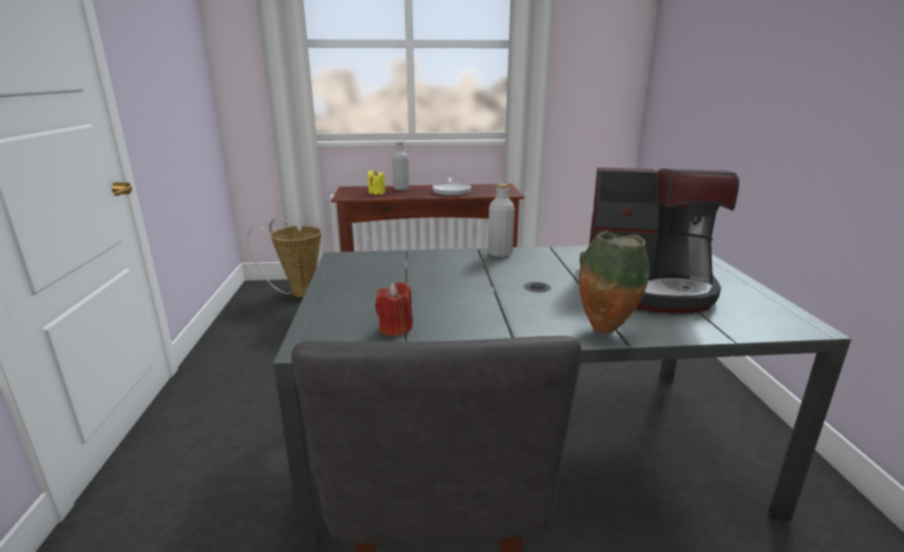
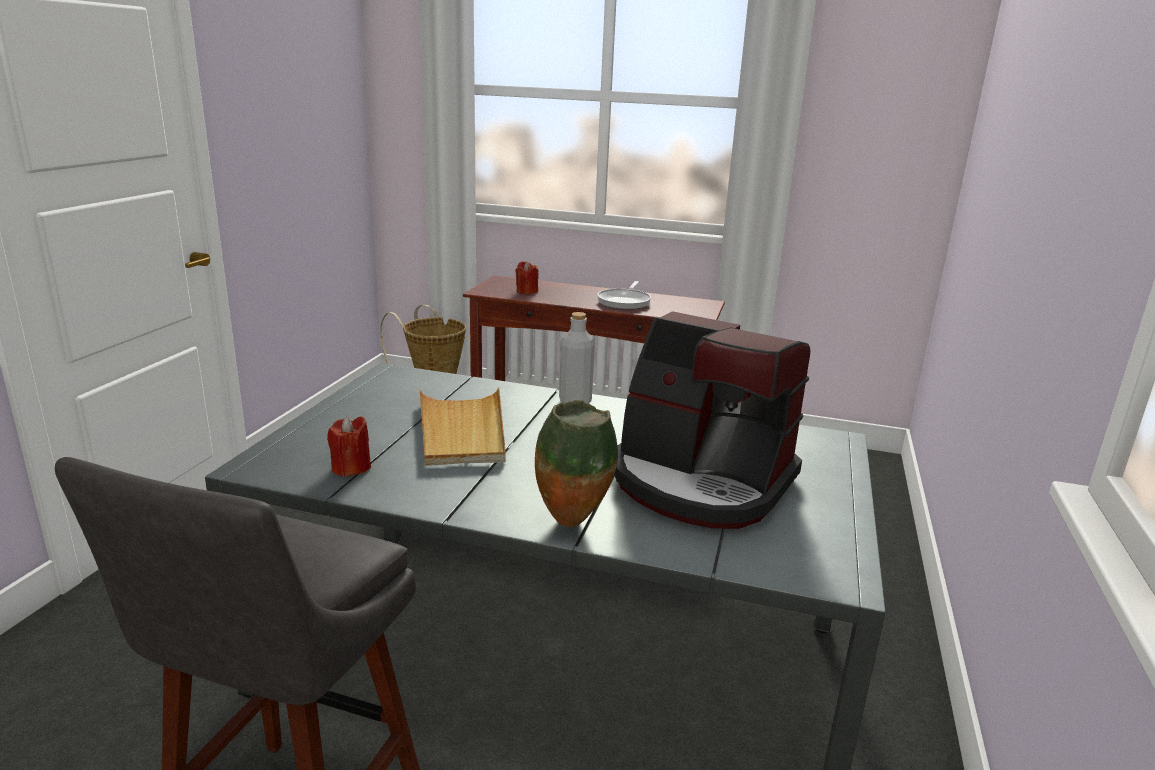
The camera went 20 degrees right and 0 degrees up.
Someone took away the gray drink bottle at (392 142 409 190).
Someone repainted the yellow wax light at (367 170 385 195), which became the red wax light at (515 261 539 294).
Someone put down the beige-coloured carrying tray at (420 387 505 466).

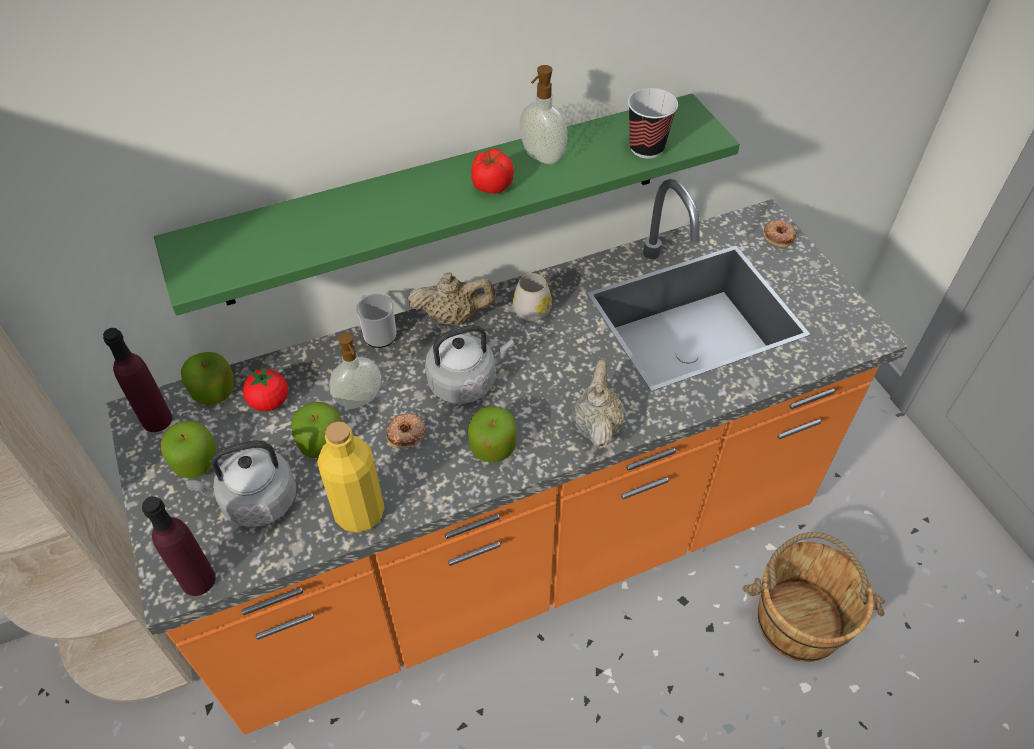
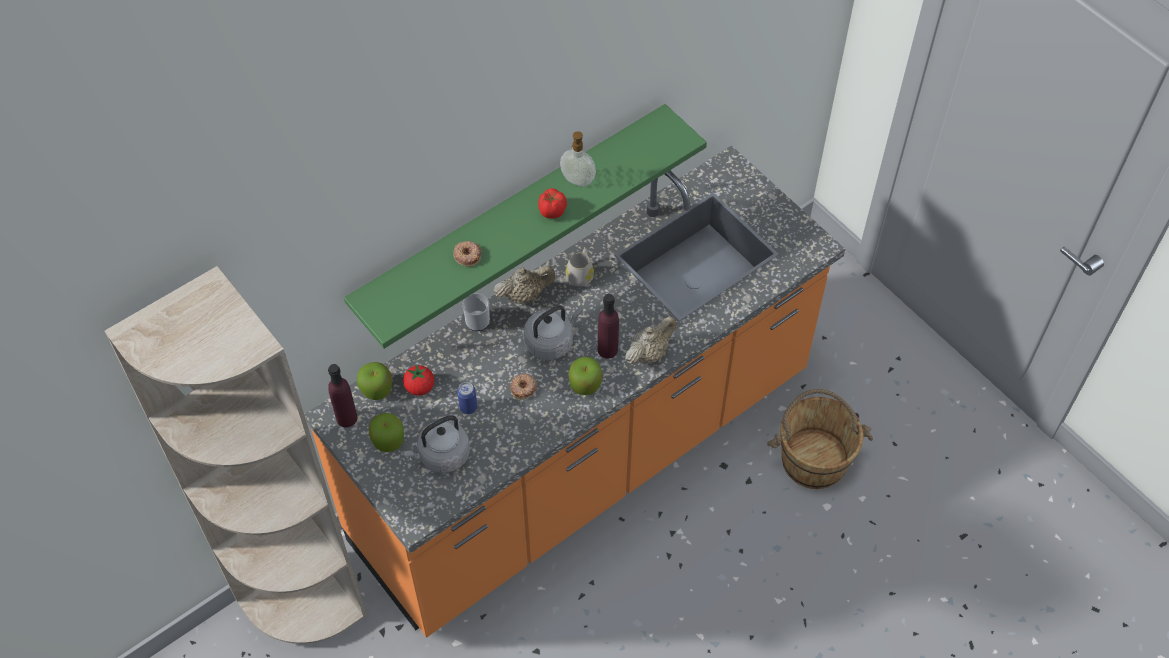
The camera went 15 degrees left and 5 degrees up.
Someone took away the small cup at (628 88 678 159).
Someone carried the doughnut from (763 220 797 248) to (453 241 481 267).
Someone took away the soap dispenser at (329 333 381 409).
Someone rotated the beige-coloured teapot at (572 359 624 449) by 60 degrees clockwise.
Someone swapped the whole apple at (292 402 341 458) for the can at (457 382 477 414).
Someone took away the yellow drink bottle at (317 421 385 533).
Someone carried the purple drink bottle from (142 496 216 596) to (598 294 619 359).

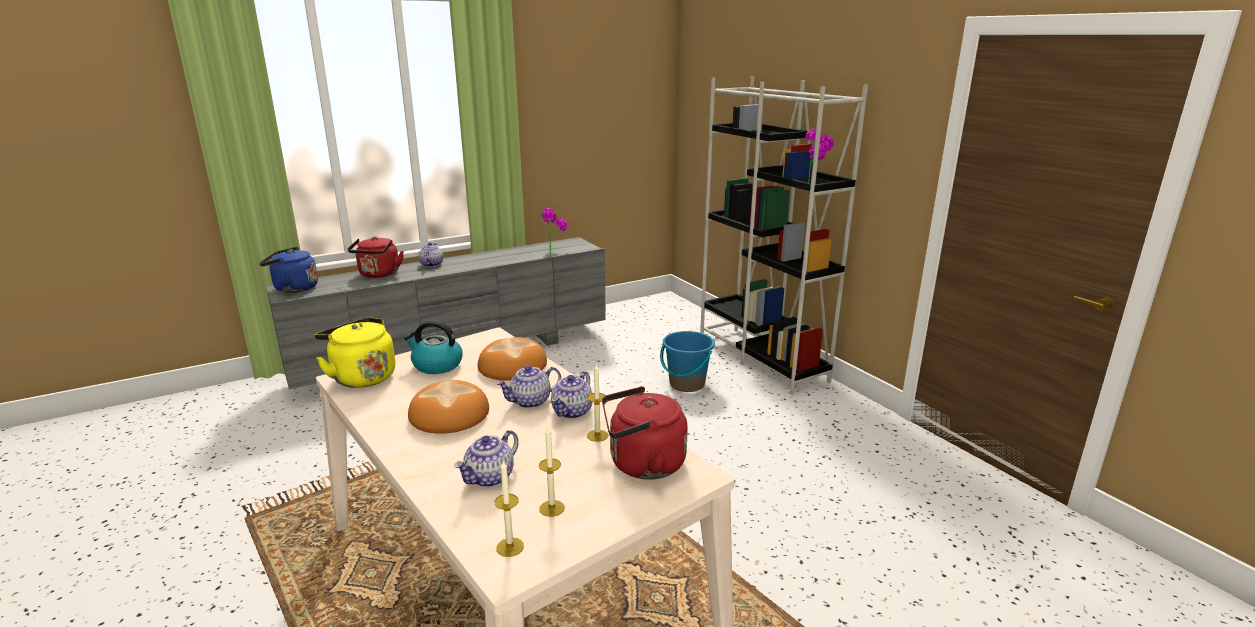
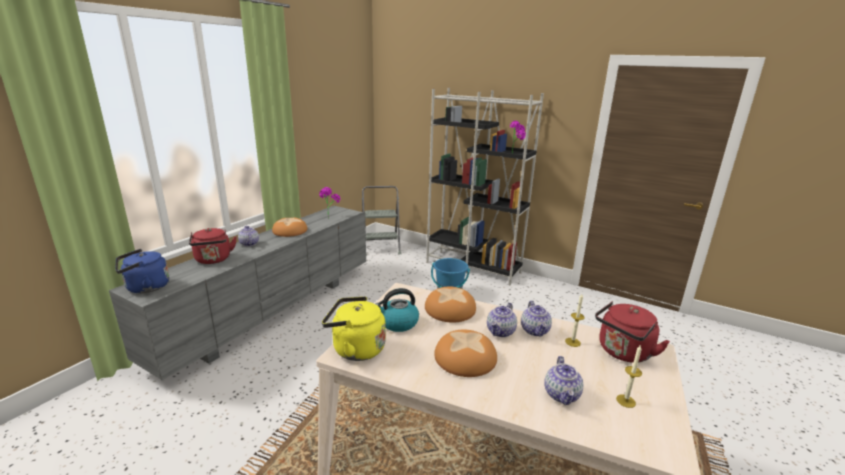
The camera went 30 degrees left and 0 degrees up.
Someone took away the wax light at (494 461 524 557).
Someone put down the gray step stool at (362 186 401 256).
Someone put down the bread at (272 218 307 237).

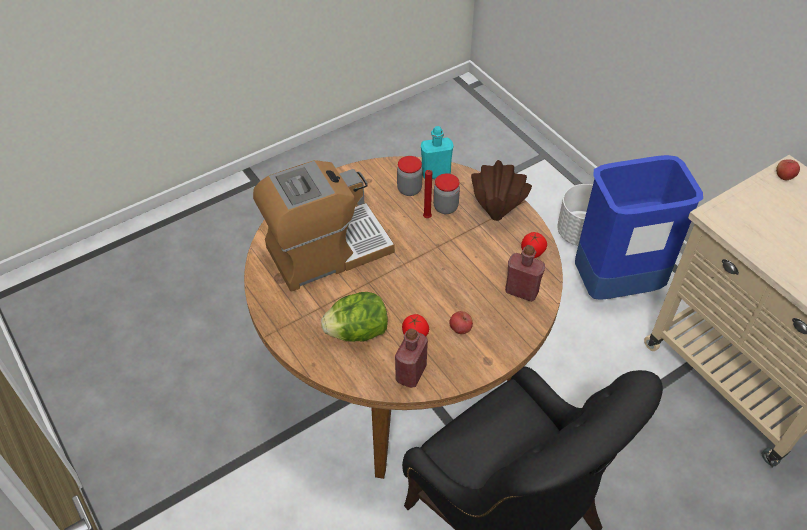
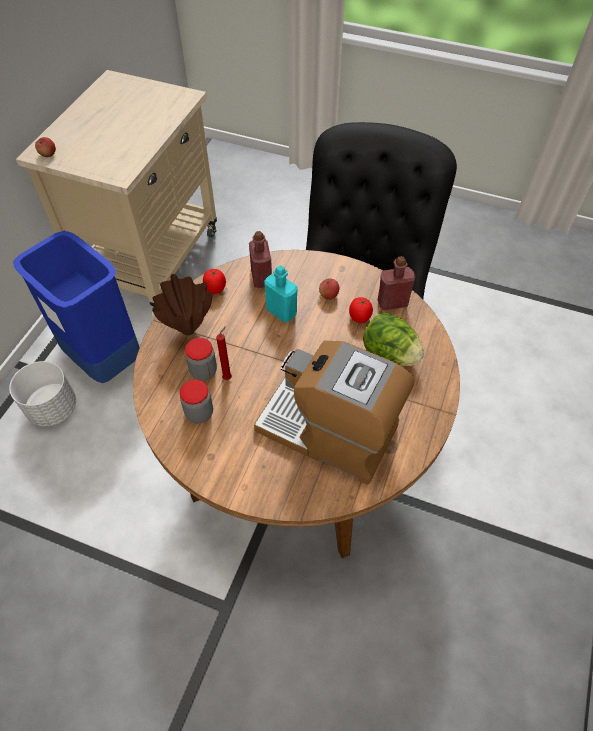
The camera went 125 degrees left and 5 degrees up.
Someone carried the turquoise drink bottle from (421 126 453 179) to (264 265 297 322).

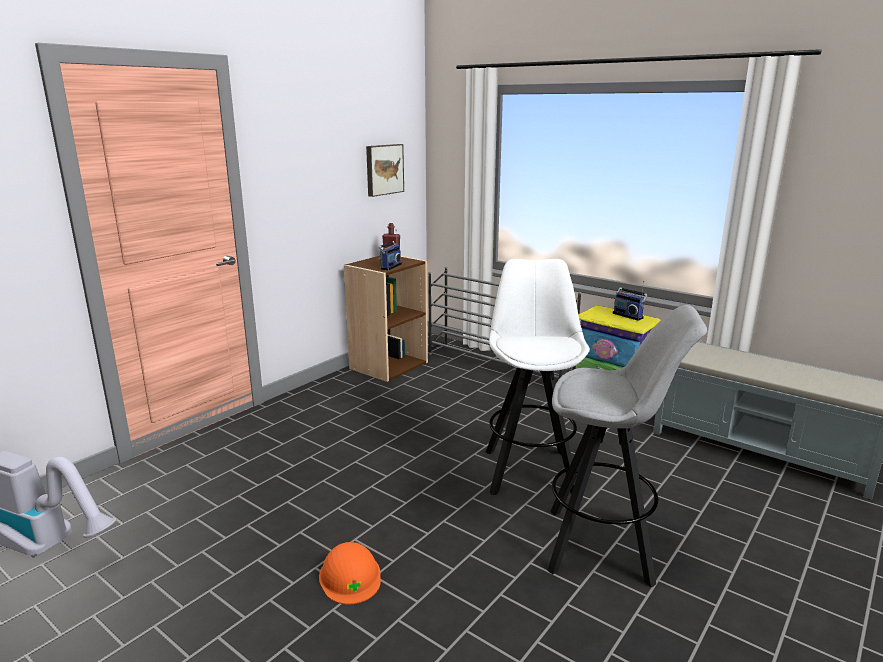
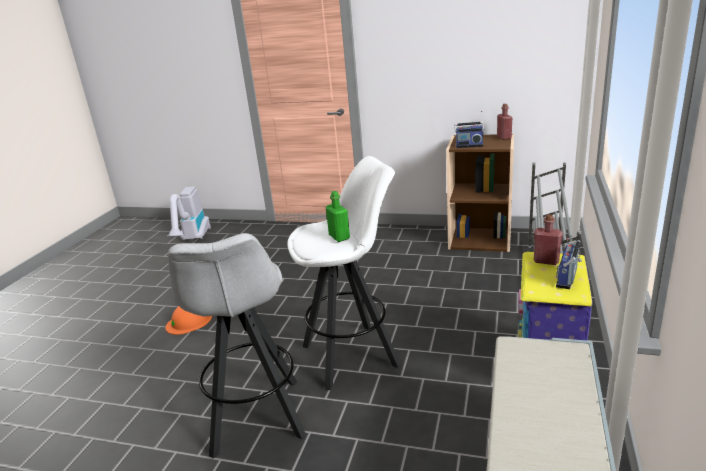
The camera went 70 degrees right and 5 degrees up.
Someone took away the wall picture at (366 144 404 197).
Someone put down the greenish drink bottle at (326 191 350 242).
Someone put down the red drink bottle at (534 214 563 265).

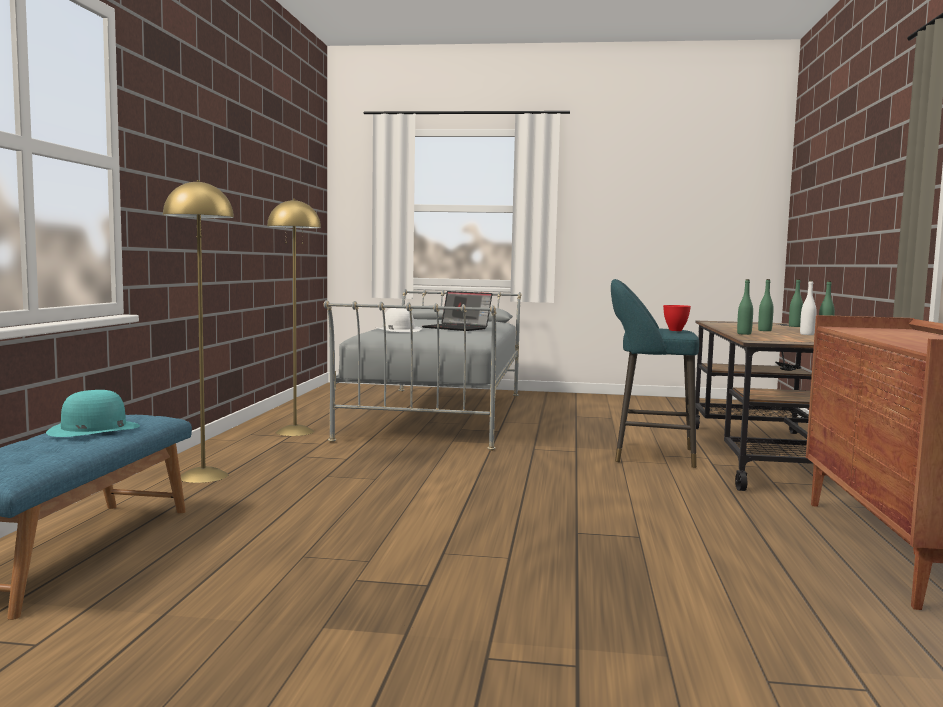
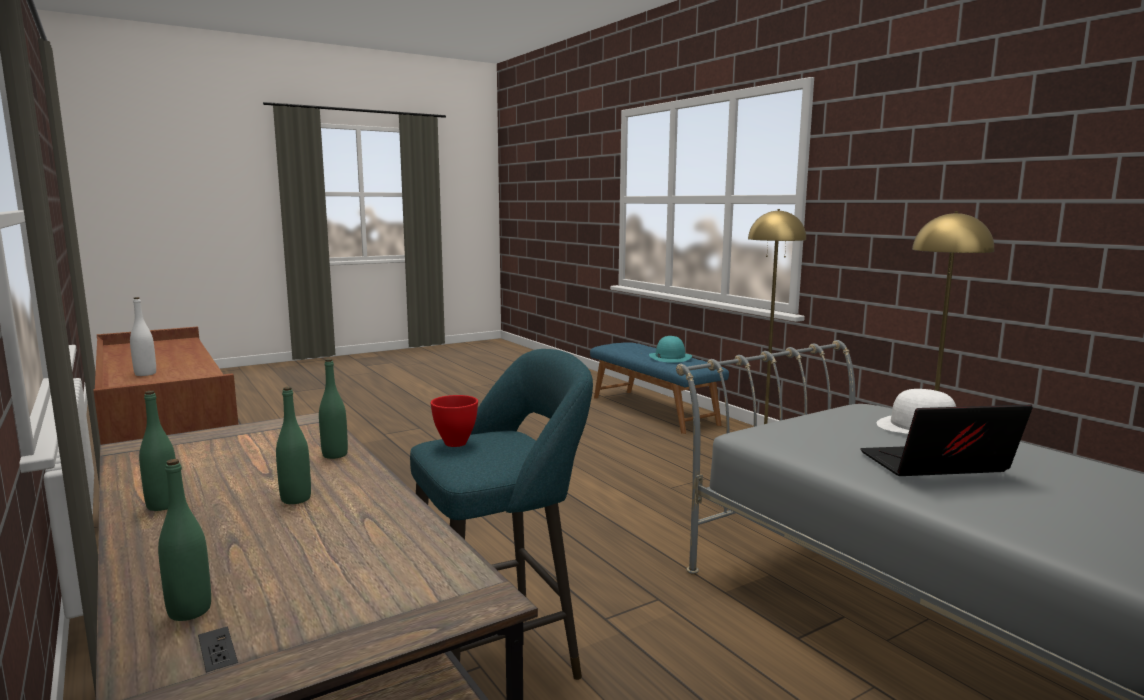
The camera went 140 degrees right and 5 degrees up.
Someone carried the white drink bottle from (800 281 817 335) to (130 297 156 376).

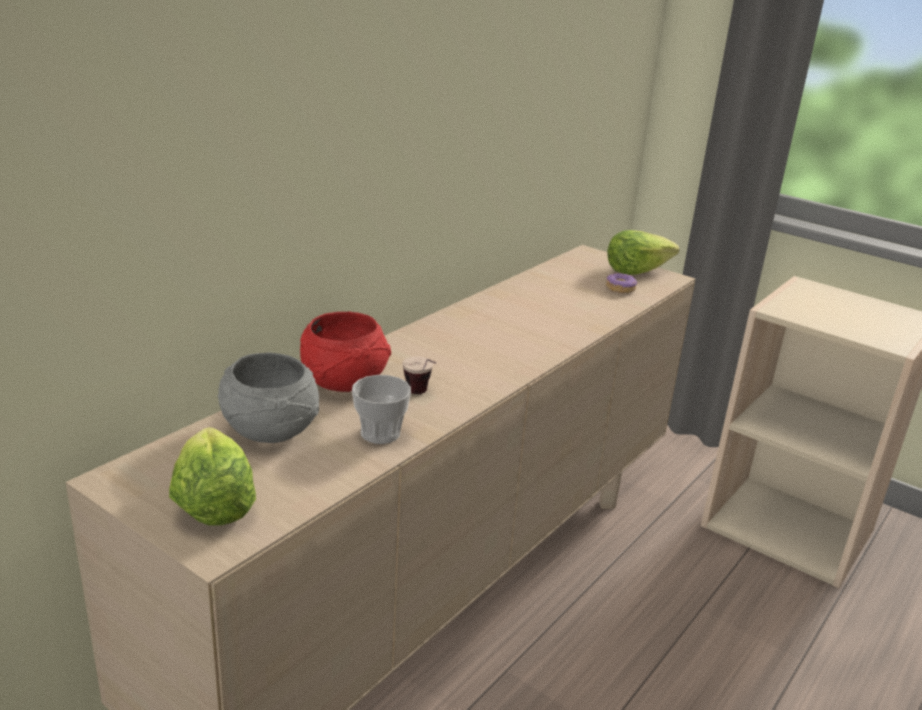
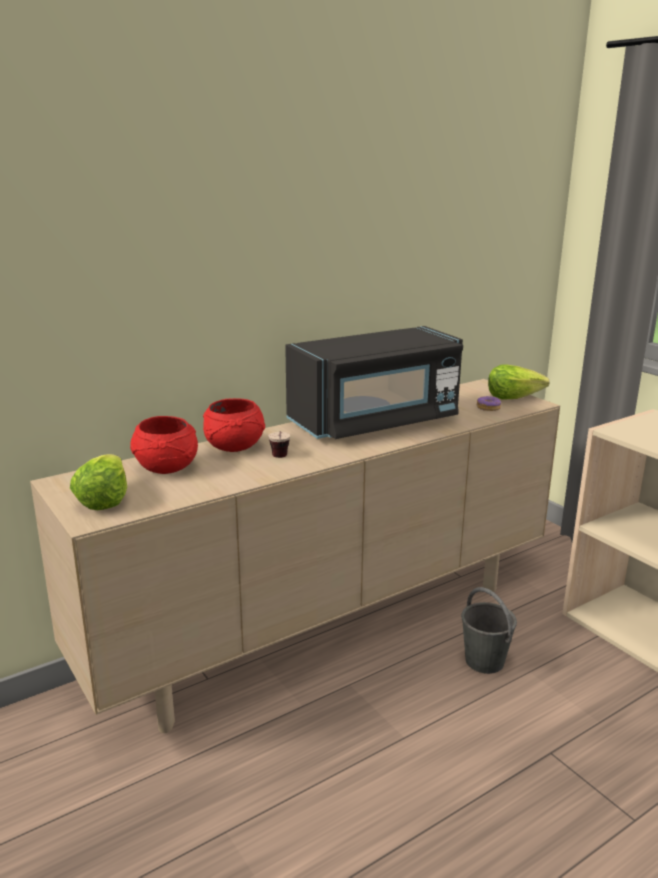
The camera went 20 degrees right and 5 degrees down.
Someone repainted the gray bowl at (218 352 319 443), which became the red bowl at (130 416 198 474).
Someone took away the small cup at (352 375 411 444).
Someone put down the black kitchen microwave at (285 326 463 439).
Someone put down the gray water bucket at (461 587 517 674).

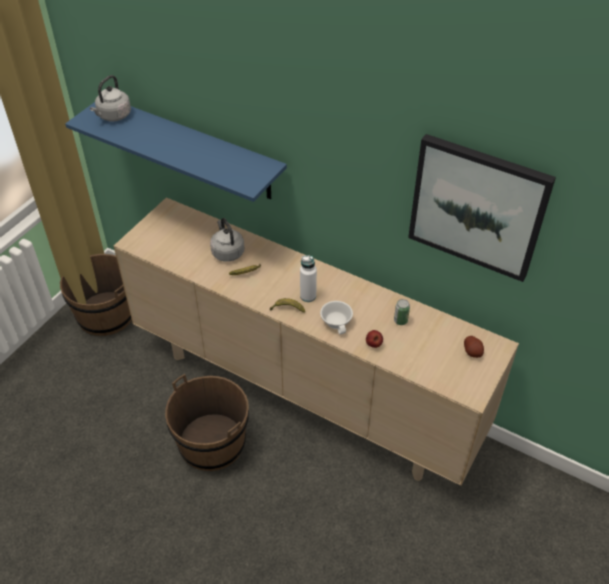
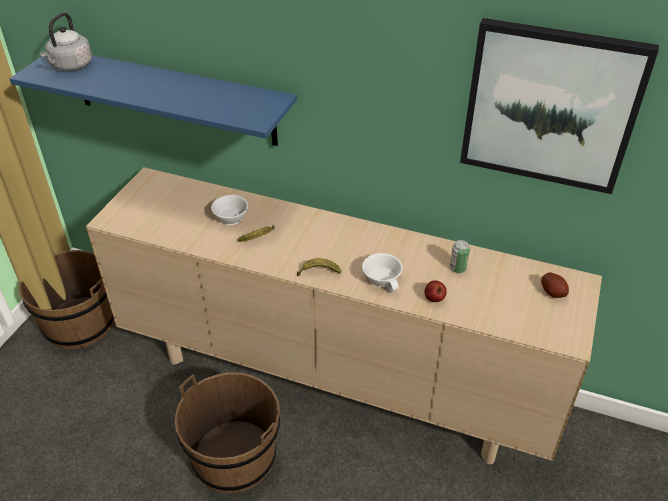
The camera went 10 degrees left and 5 degrees down.
Someone swapped the gray water kettle at (210 218 244 262) for the white small cup at (211 194 248 225).
Someone took away the white drink bottle at (300 255 317 302).

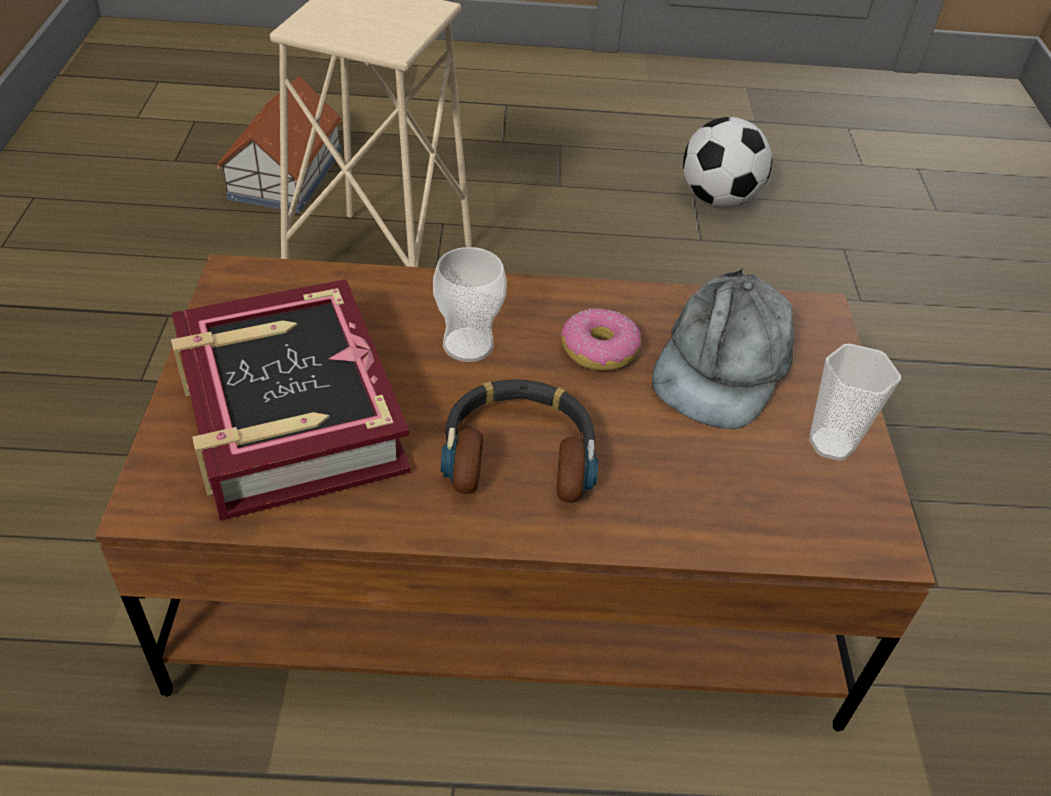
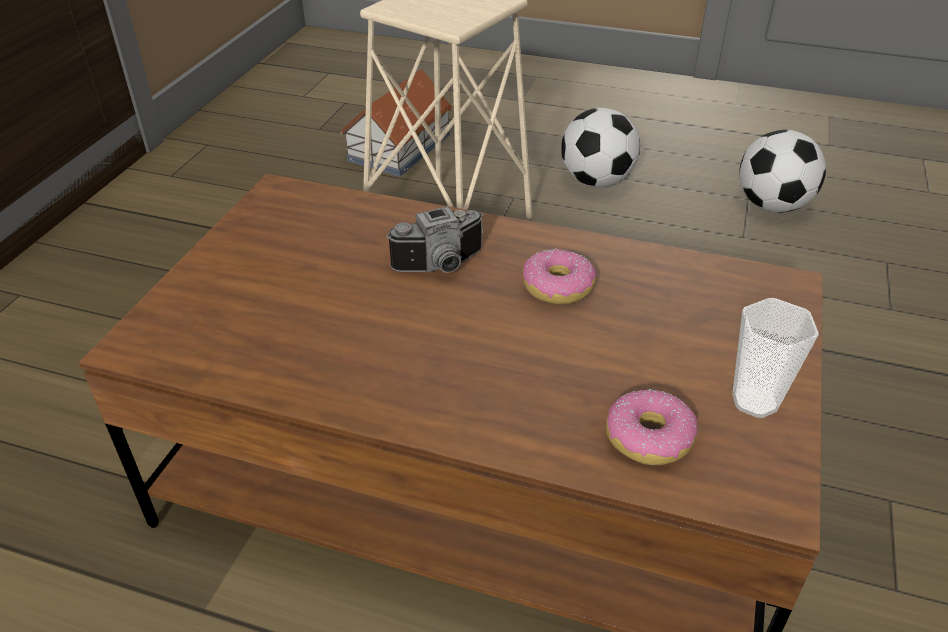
The camera went 20 degrees right and 5 degrees down.
Someone swapped the small cup at (433 247 507 362) for the still camera at (386 206 483 273).
Someone took away the gray baseball cap at (652 269 794 429).
Someone took away the book at (171 279 411 521).
Someone took away the headset at (441 379 598 503).
Someone put down the football ball at (561 108 640 187).
Someone put down the doughnut at (606 389 698 465).

